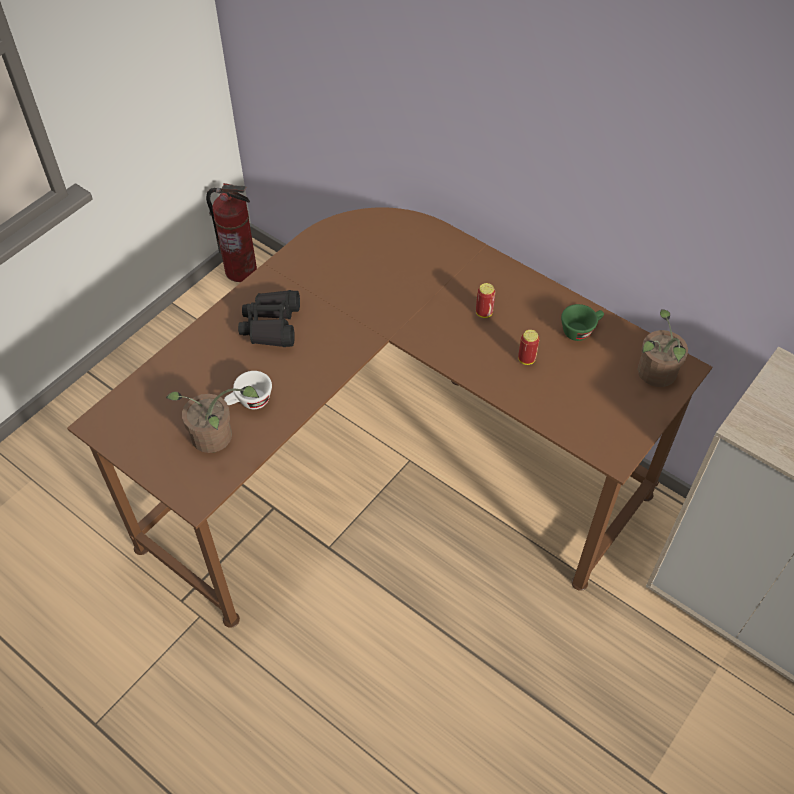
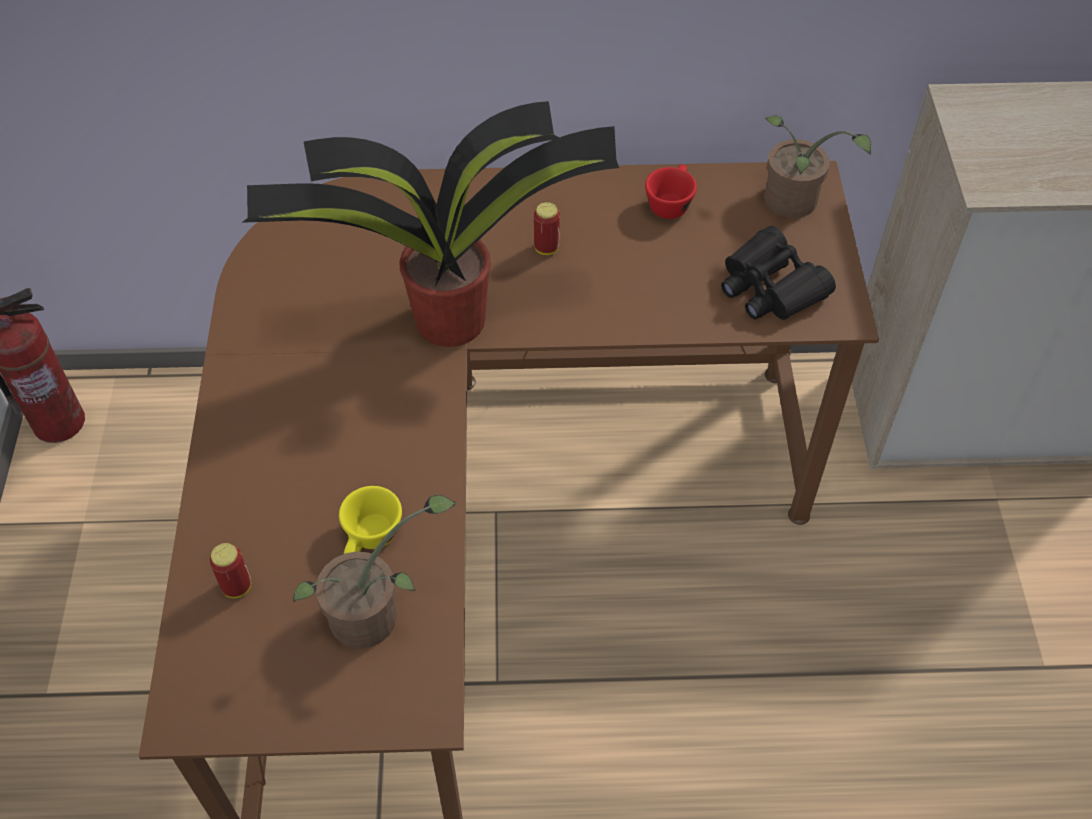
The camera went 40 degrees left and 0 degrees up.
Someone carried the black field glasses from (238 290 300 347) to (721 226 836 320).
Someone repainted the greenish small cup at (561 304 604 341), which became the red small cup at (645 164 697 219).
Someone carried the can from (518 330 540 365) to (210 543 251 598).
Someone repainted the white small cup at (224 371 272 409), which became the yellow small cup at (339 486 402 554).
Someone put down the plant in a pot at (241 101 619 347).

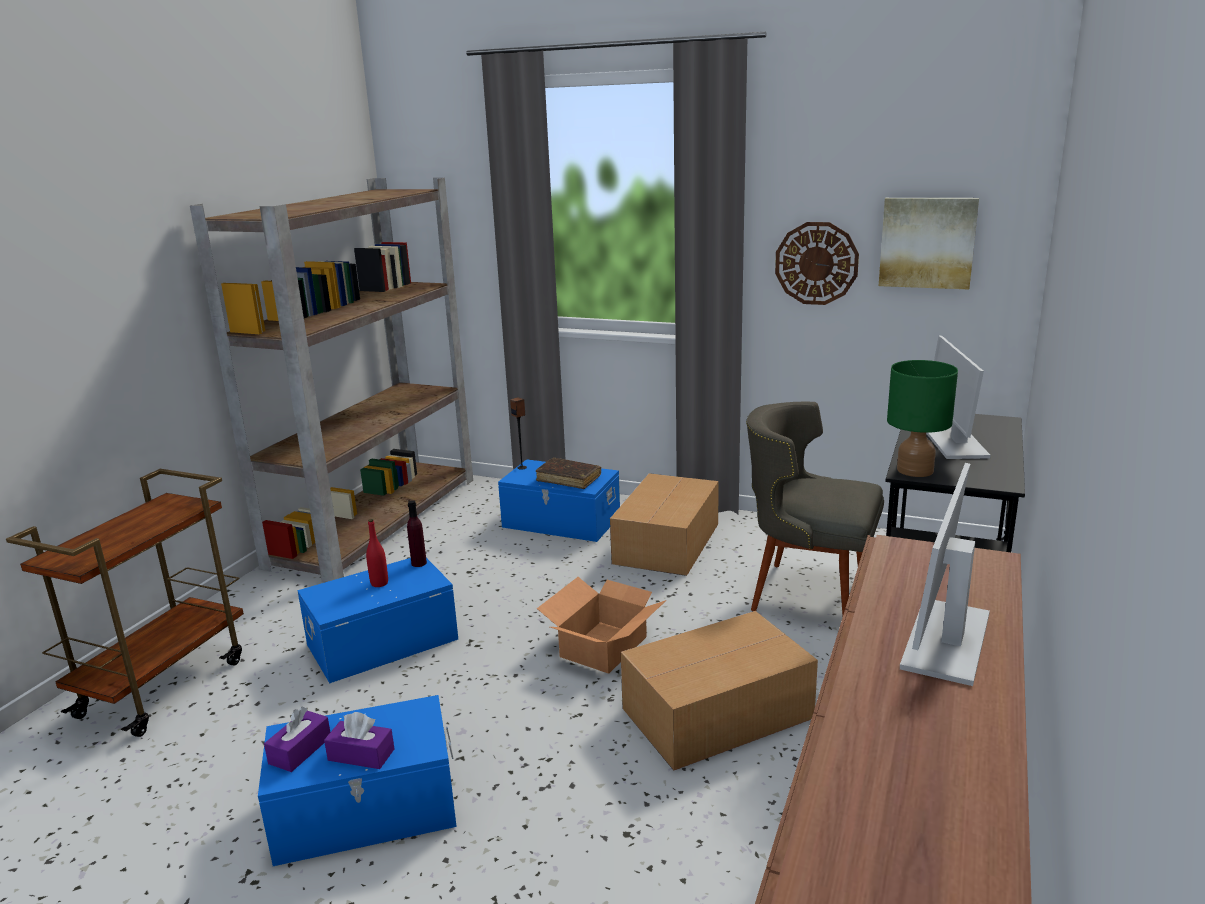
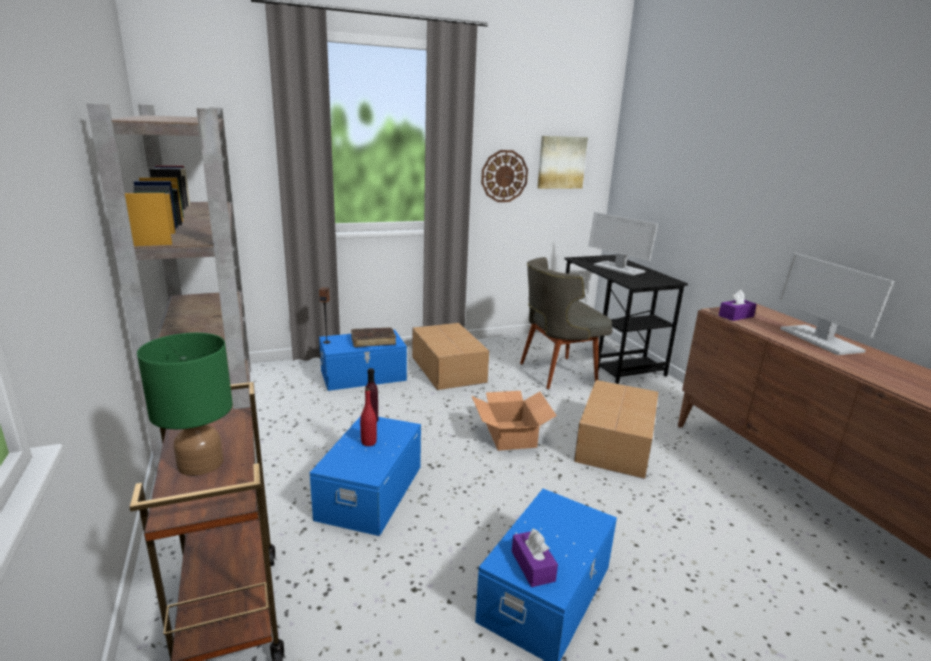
The camera went 45 degrees left and 0 degrees up.
Someone carried the greenish lamp for a table from (887 360 958 477) to (137 333 233 476).
Someone carried the purple tissue holder from (324 712 394 769) to (719 290 757 321).

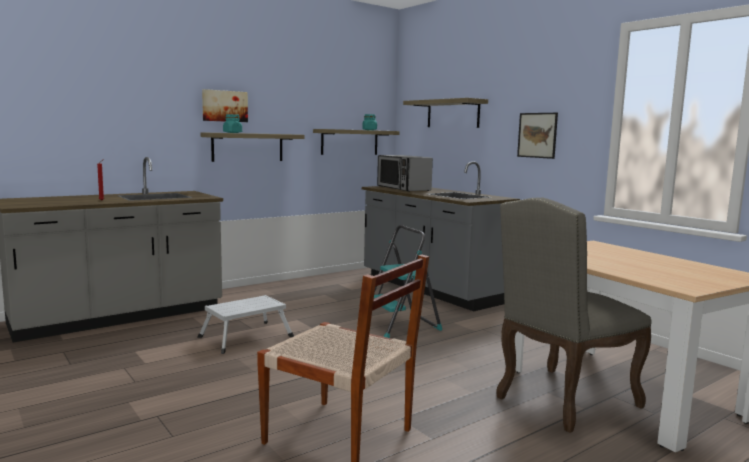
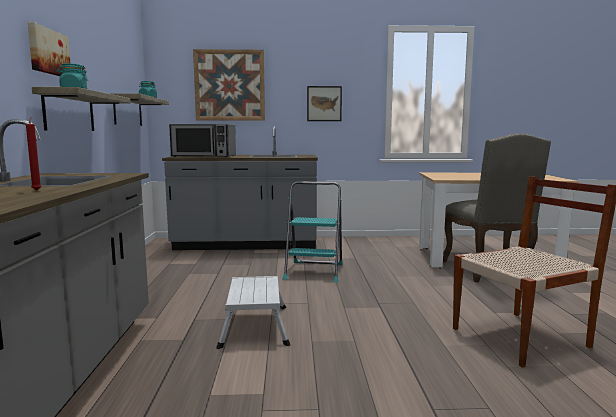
The camera went 55 degrees left and 0 degrees up.
Someone swapped the shelf at (403 98 488 128) for the wall picture at (193 49 265 121).

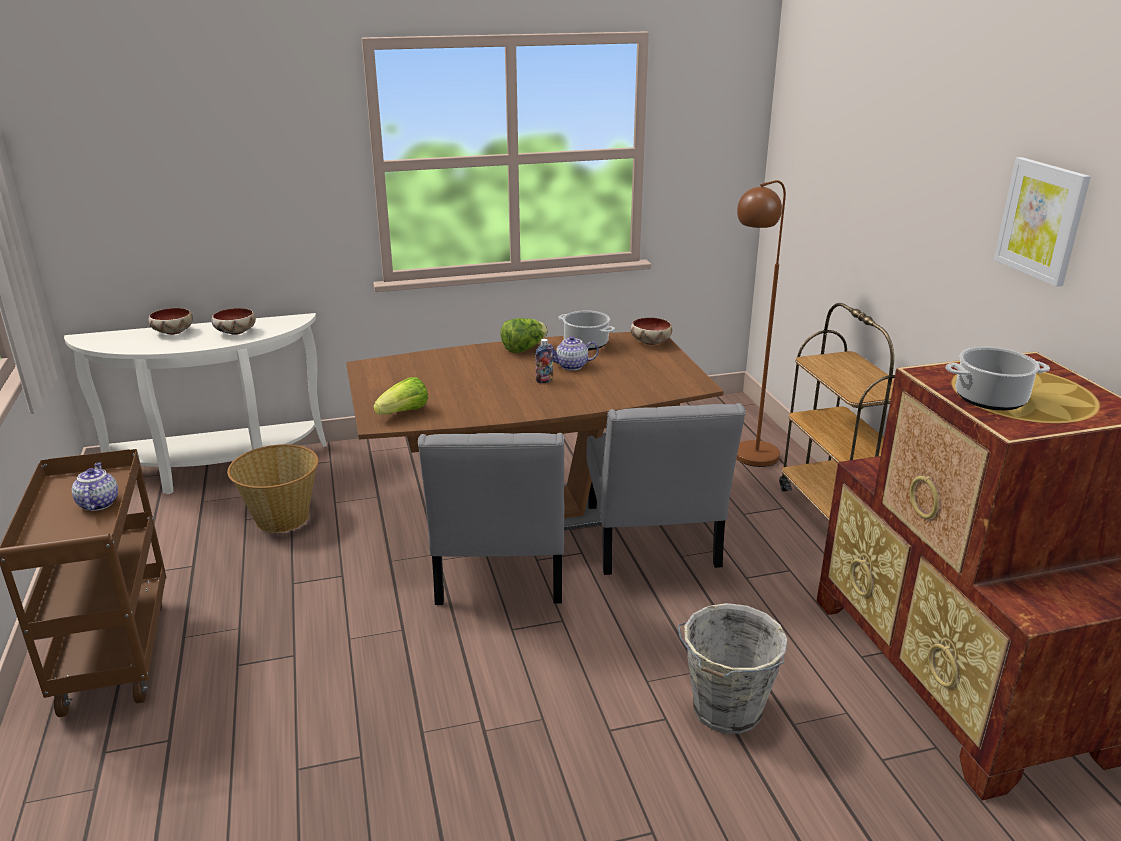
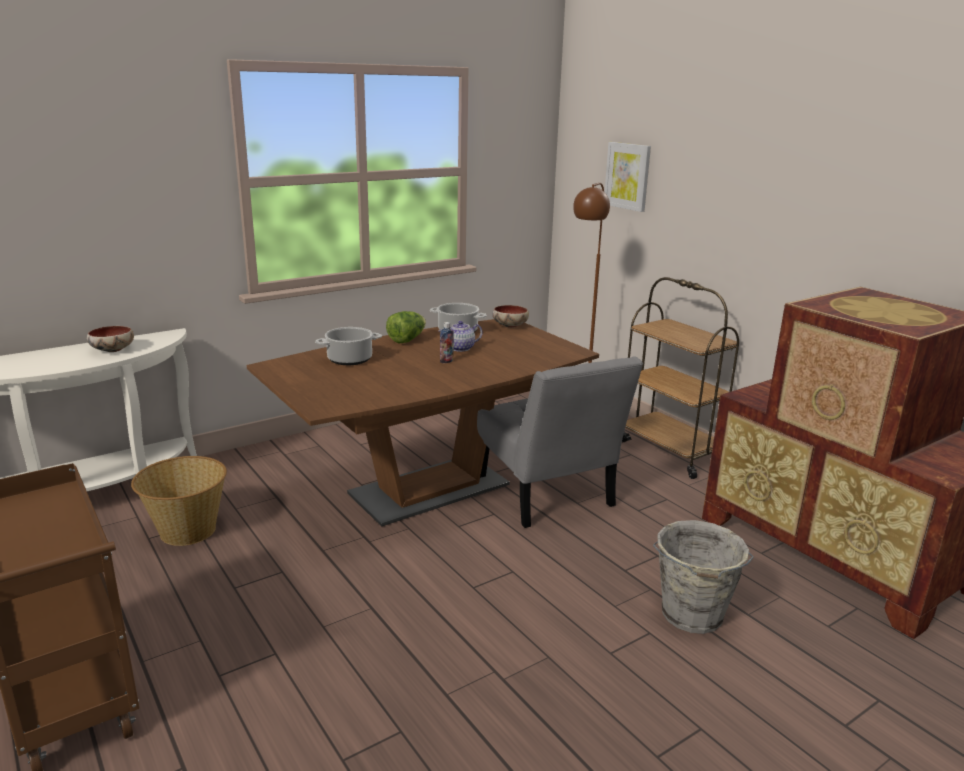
The camera went 20 degrees left and 5 degrees down.
Someone carried the wall picture from (994 157 1091 287) to (605 142 651 212).
Someone took away the bowl at (148 308 193 335).
Someone carried the saucepot from (945 347 1050 410) to (315 327 382 365).
Someone took away the lettuce head at (373 377 428 415).
Someone took away the gray plain chair at (418 433 564 605).
Someone took away the teapot at (72 462 118 511).

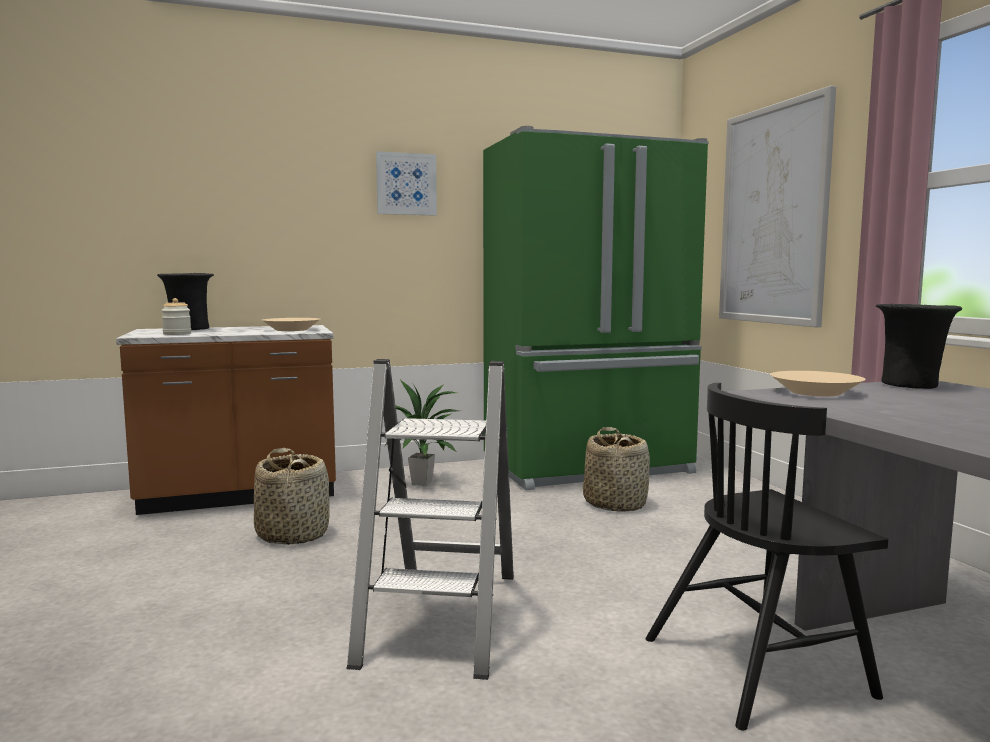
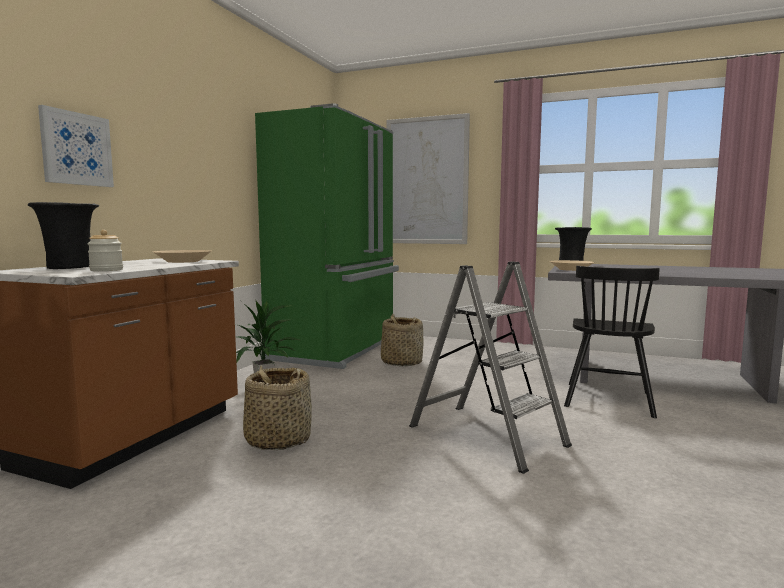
The camera went 50 degrees left and 0 degrees up.
Someone carried the wall picture from (376 151 437 216) to (38 105 114 187).

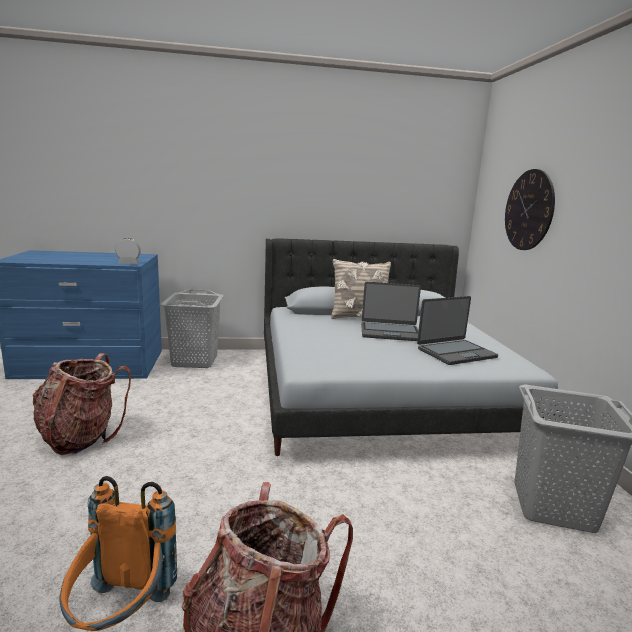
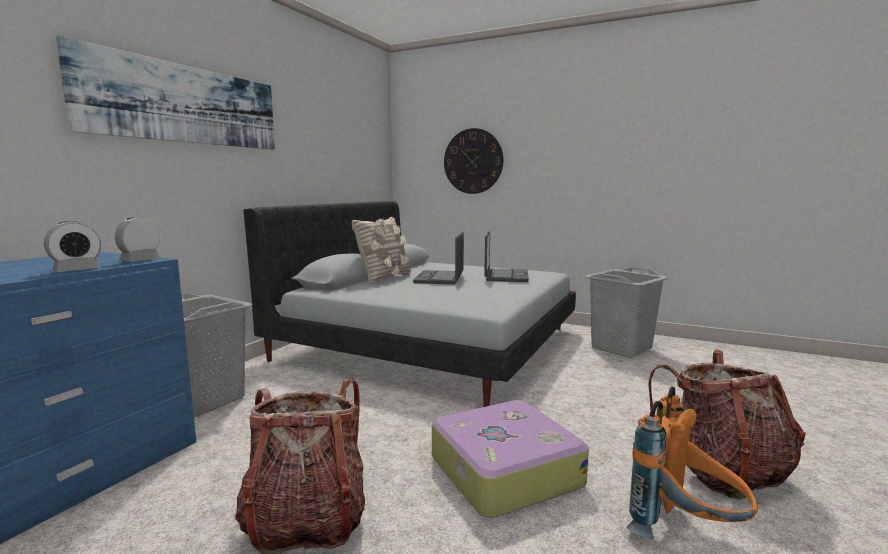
The camera went 55 degrees left and 5 degrees down.
Someone rotated the notebook computer at (361 282 421 341) by 150 degrees clockwise.
Someone put up the wall picture at (56 35 275 149).
Someone put down the alarm clock at (44 221 101 272).
Someone put down the suitcase at (432 400 589 518).

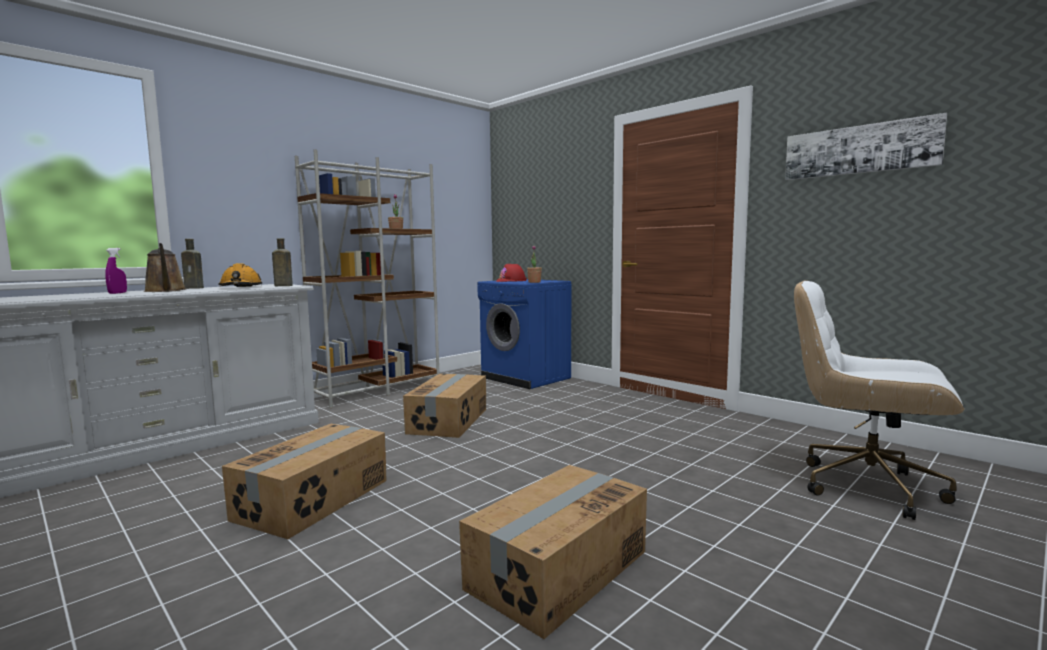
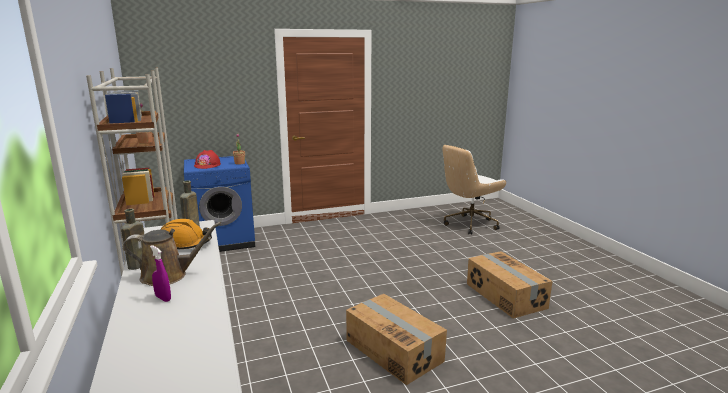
The camera went 65 degrees left and 10 degrees up.
Someone took away the wall picture at (785 113 947 180).
Someone took away the carton at (403 374 486 438).

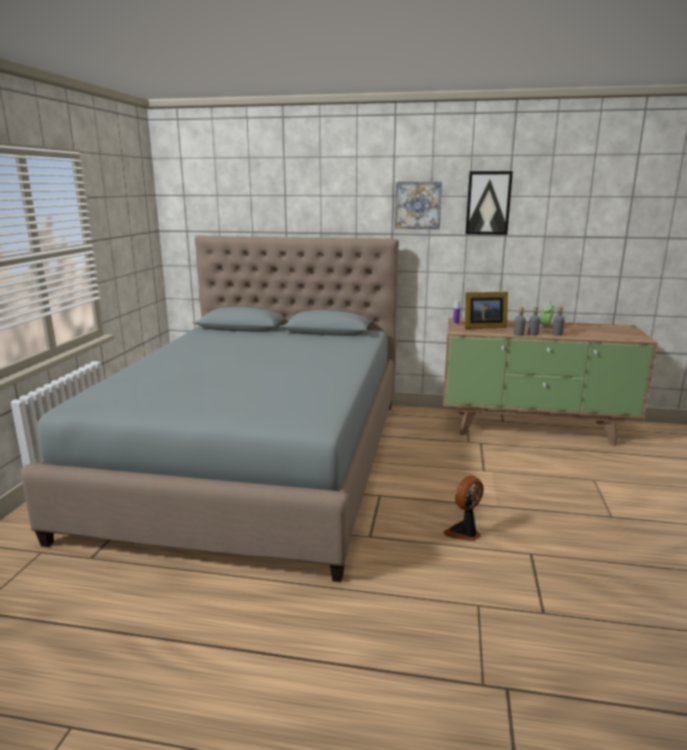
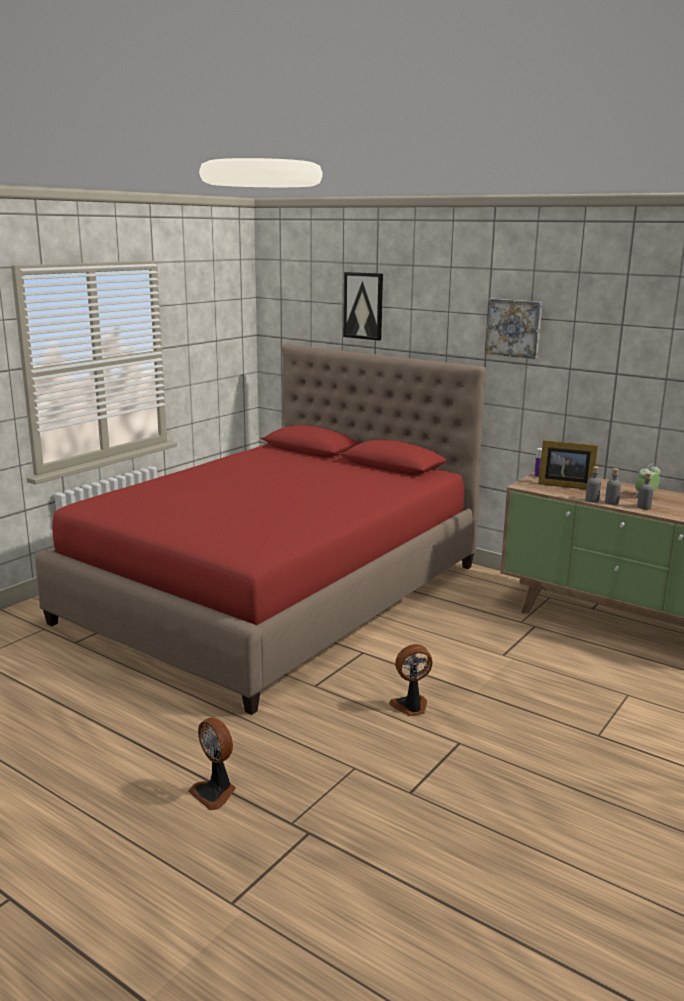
The camera went 25 degrees right and 0 degrees up.
Someone carried the wall picture from (465 171 513 235) to (343 272 383 341).
Someone repainted the gray sleeping bed at (21 236 399 582), which became the red sleeping bed at (35 344 486 715).
Someone put down the fan at (188 717 236 810).

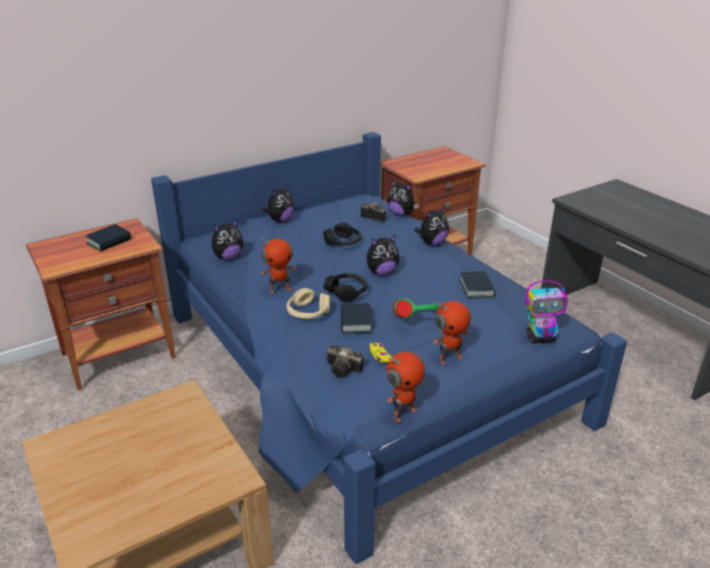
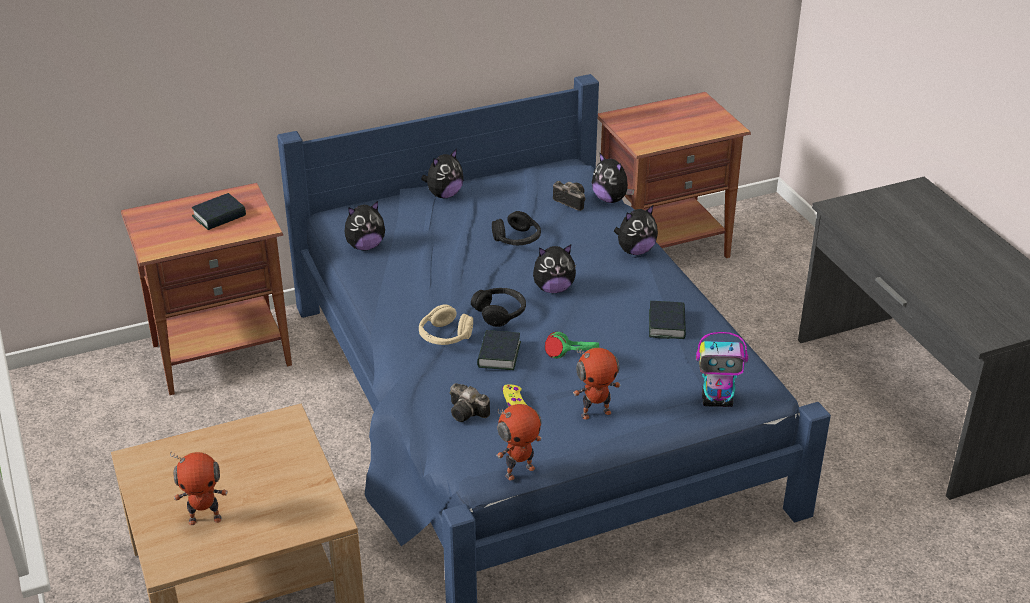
The camera went 10 degrees right and 5 degrees up.
Someone carried the robot figure from (260 237 296 294) to (170 451 228 525).

